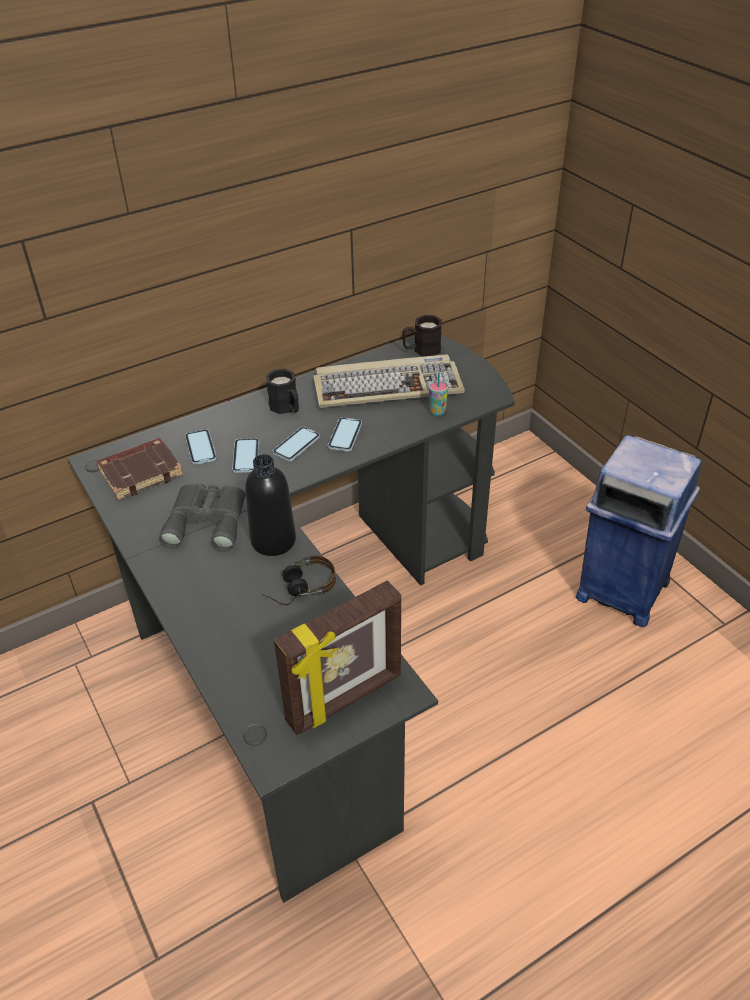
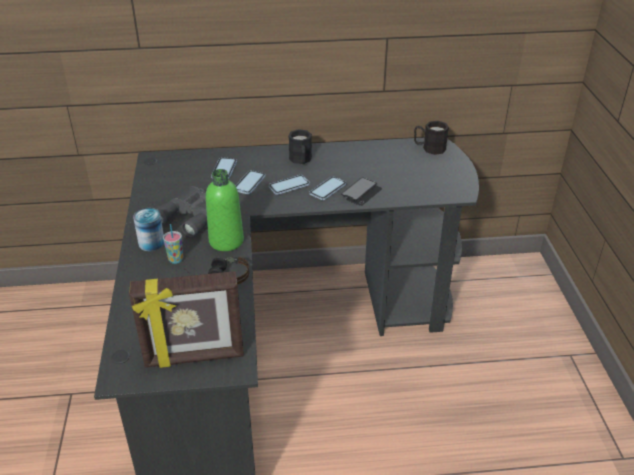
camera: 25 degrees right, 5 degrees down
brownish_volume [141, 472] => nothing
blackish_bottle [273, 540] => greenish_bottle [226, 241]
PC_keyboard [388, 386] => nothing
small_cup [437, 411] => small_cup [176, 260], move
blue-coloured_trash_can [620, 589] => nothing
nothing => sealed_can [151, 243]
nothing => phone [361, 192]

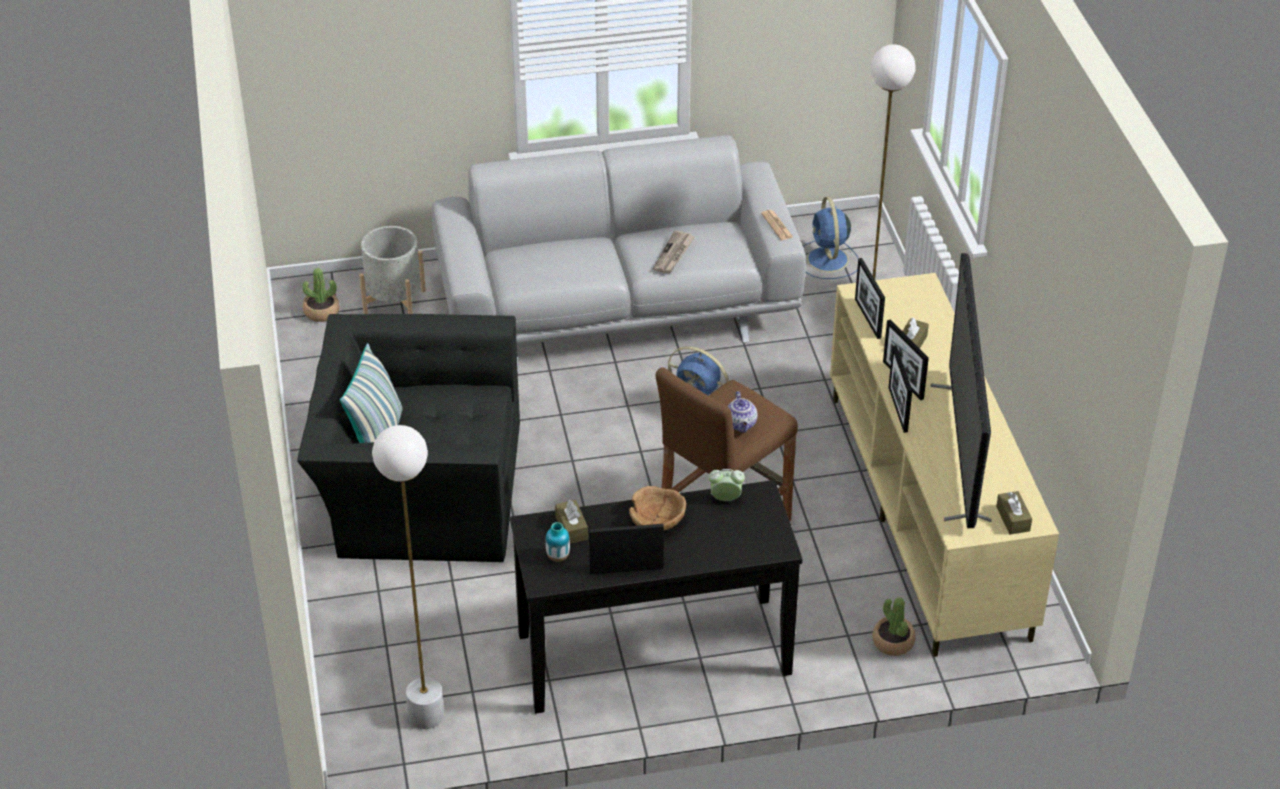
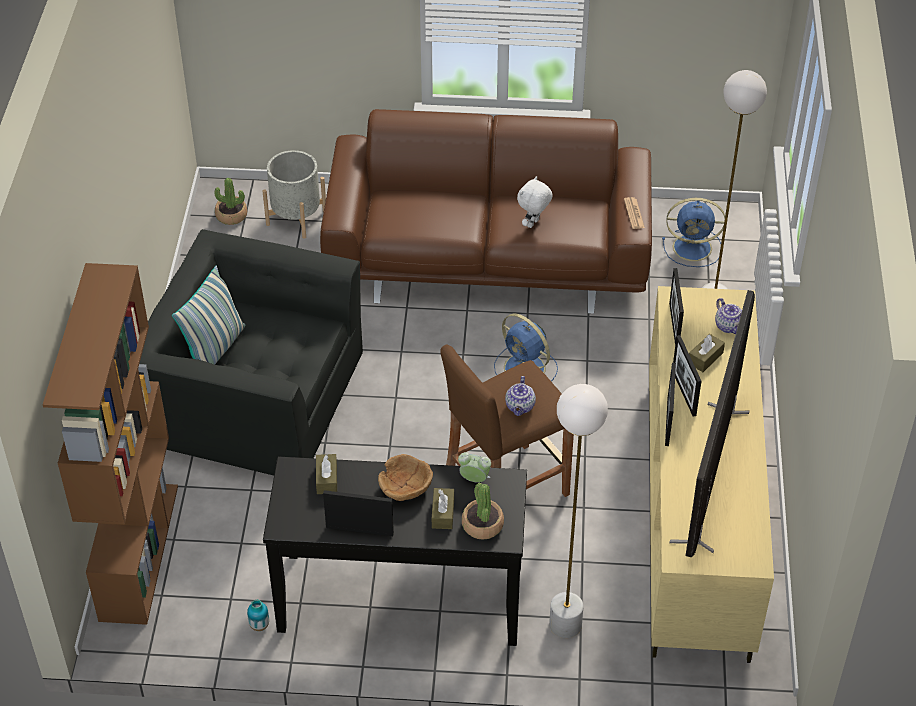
camera: 15 degrees right, 5 degrees up
white_standing_lamp [426, 715] => white_standing_lamp [565, 625], move
gray_settee [618, 305] => brownish_settee [489, 256]
flower_vase [558, 557] => flower_vase [259, 625], move
printed_paper [674, 254] => white_plush_toy [533, 224]
blue-coloured_cooling_fan [828, 260] => blue-coloured_cooling_fan [694, 248], 90 degrees counterclockwise
houseplant [893, 642] => houseplant [482, 525], move
brownish_tissue_box [1013, 519] => brownish_tissue_box [443, 513], move
nothing => brownish_bookcase [138, 551]
nothing => teapot [729, 327]

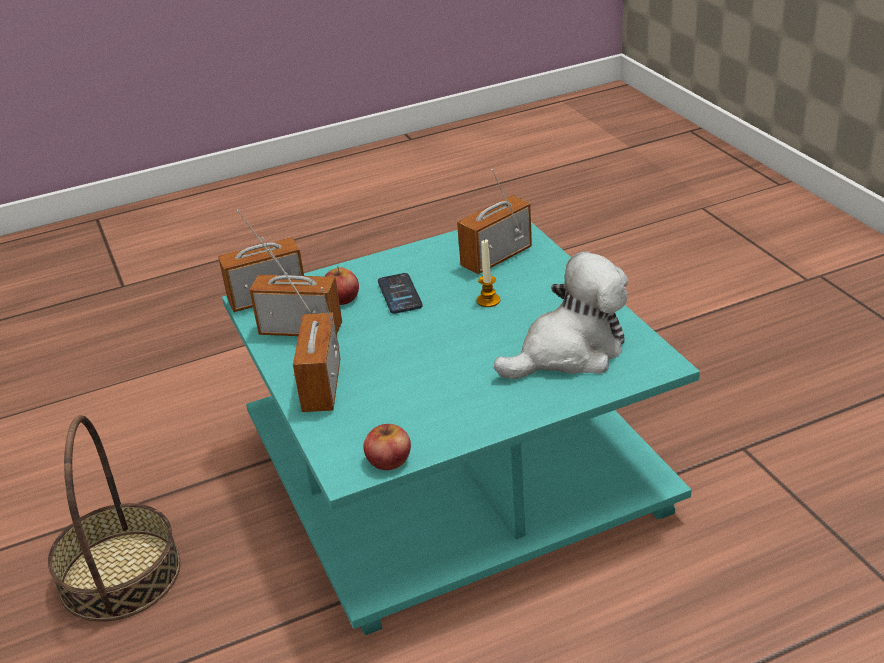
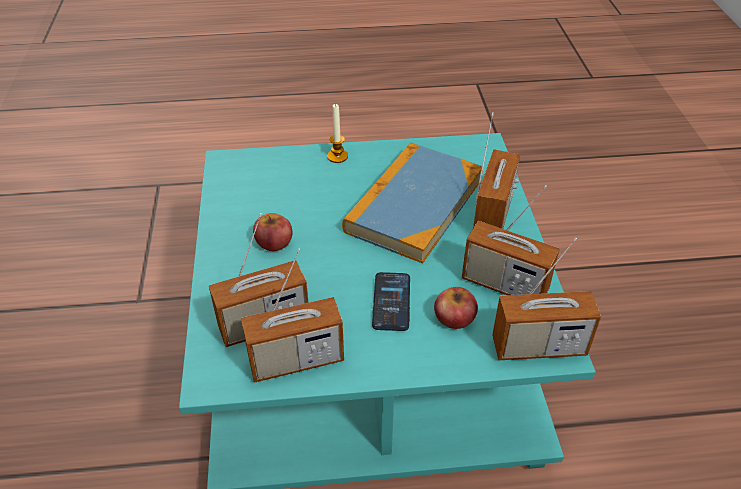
camera: 165 degrees left, 10 degrees up
household_basket [120, 575] => nothing
apple_fruit [389, 459] => apple_fruit [274, 242], move
candle [488, 300] => candle [337, 156], move
plush_toy [570, 352] => nothing
nothing => radio_receiver [296, 360]
nothing => volume [414, 205]

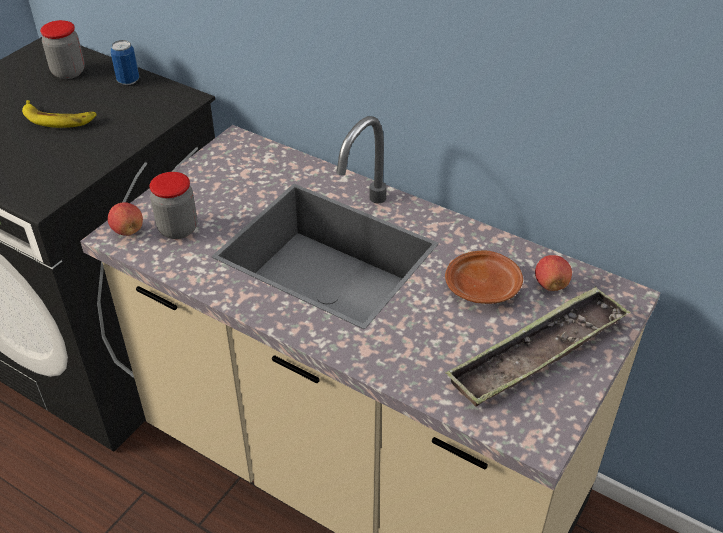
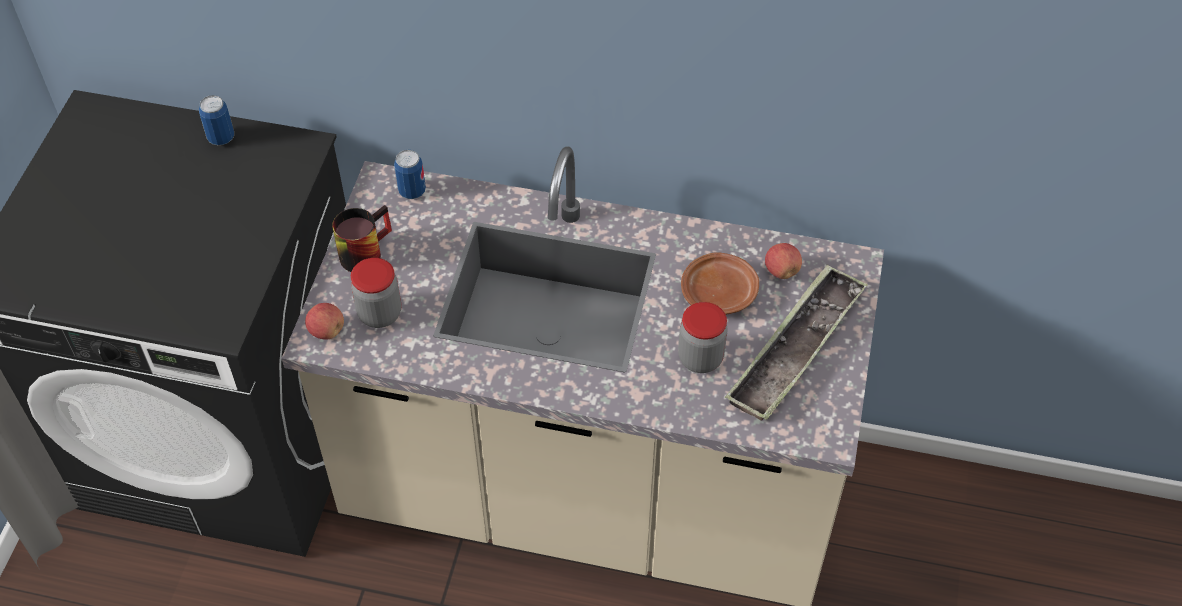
camera: 20 degrees left, 10 degrees up
whole_banana [58, 119] => nothing
preserve_jar [68, 72] => preserve_jar [700, 358], move
nothing => coffee_mug [363, 250]
nothing => sealed_can [412, 191]

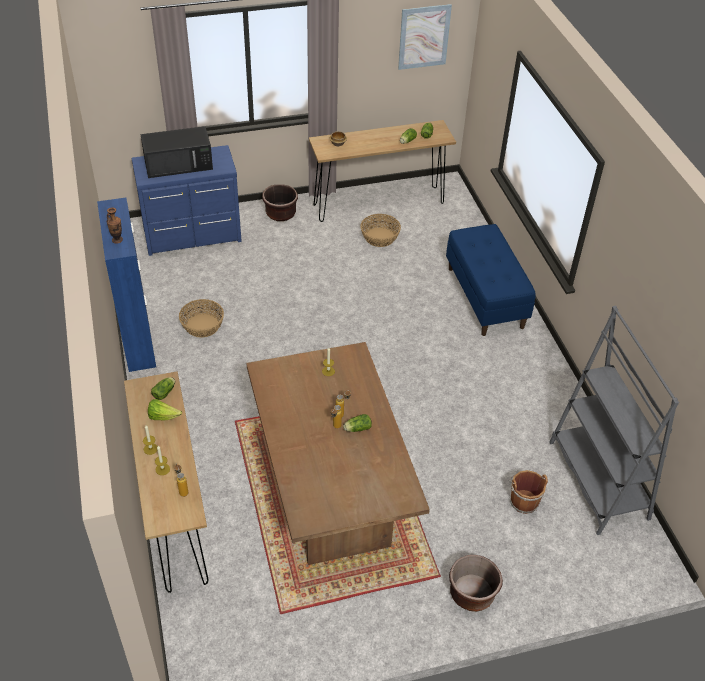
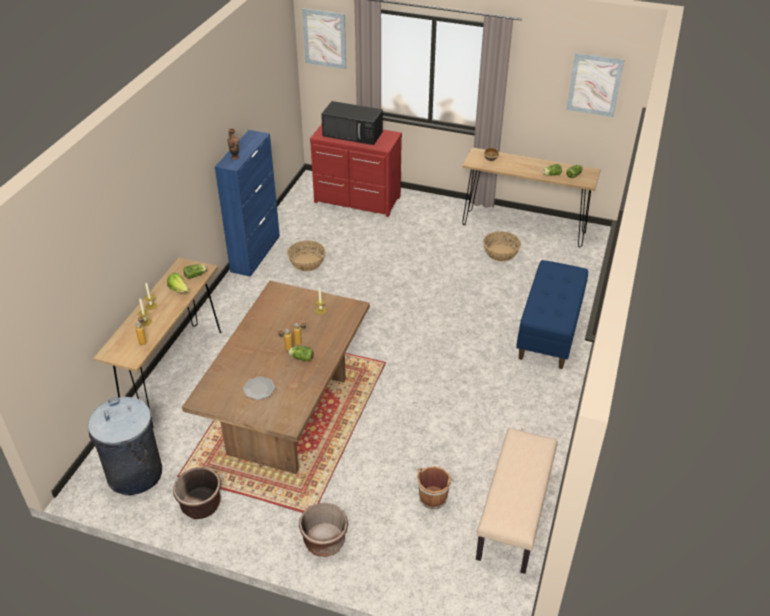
camera: 35 degrees right, 5 degrees down
blue-coloured_dresser [193, 236] => red-coloured_dresser [357, 200]
brownish_planter [280, 214] => brownish_planter [201, 505], move
gray_bookcase [598, 480] => beige_long_seat [514, 515]
nothing => gray_trash_can [134, 474]
nothing => plate [259, 389]
nothing => wall_picture [324, 38]

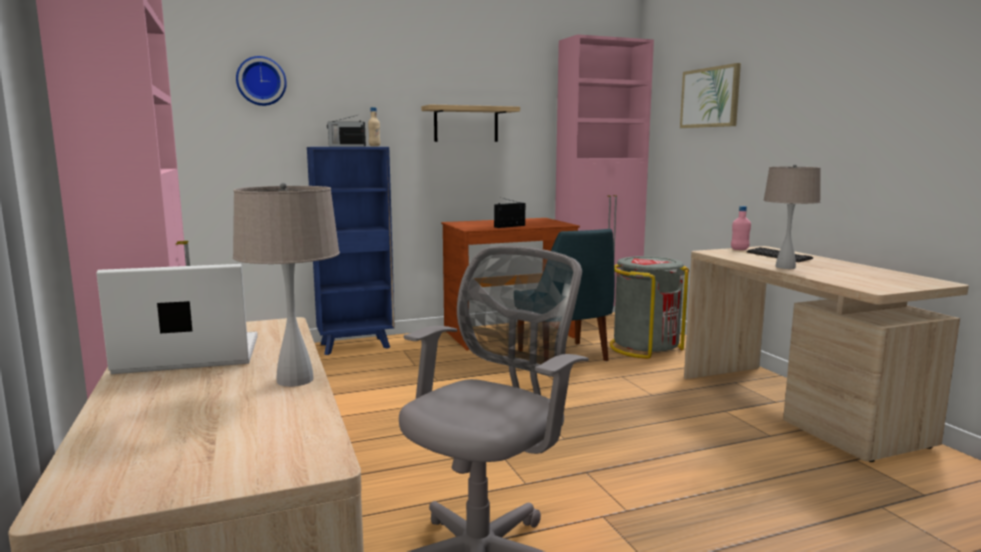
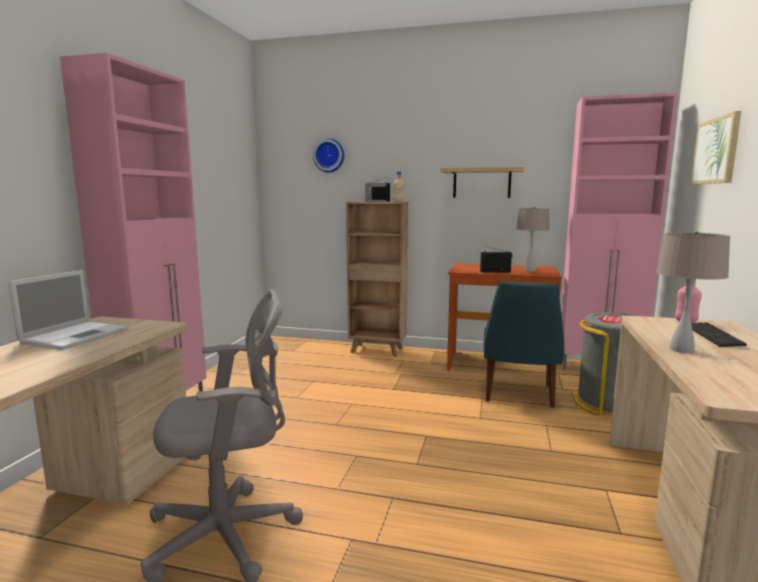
camera: 35 degrees right, 0 degrees up
laptop [186, 355] => laptop [77, 335], 90 degrees clockwise
beige_tabletop_lamp [295, 380] => beige_tabletop_lamp [530, 270], move
blue-coloured_bookcase [356, 346] => brownish_bookcase [377, 350]

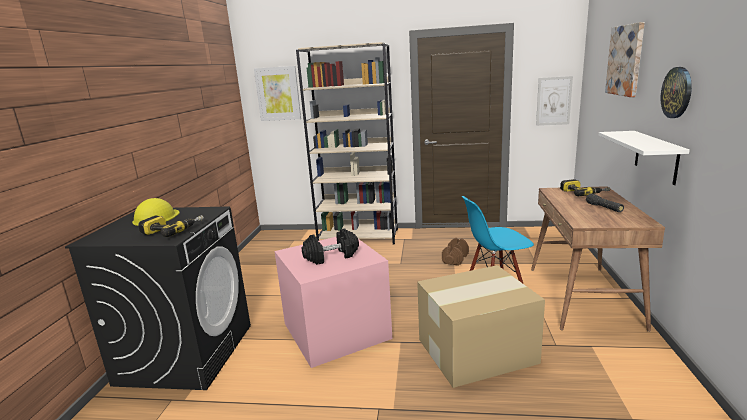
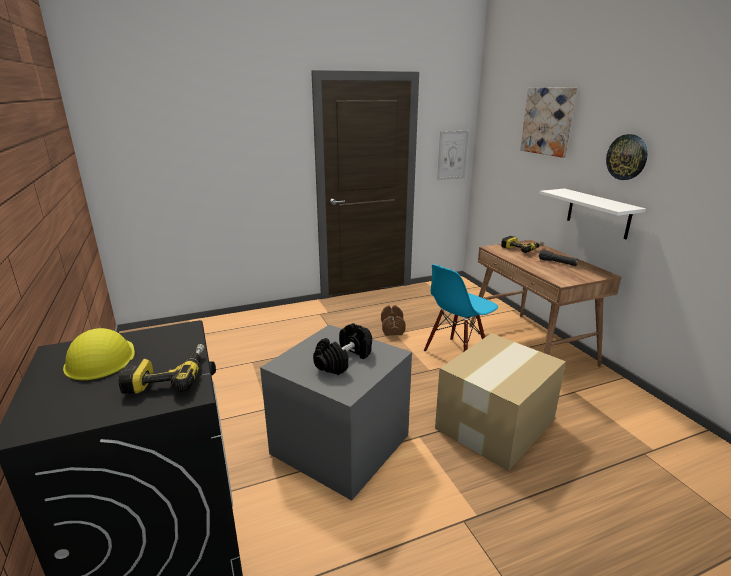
camera: 30 degrees left, 5 degrees up
wall_picture [278, 93] => nothing
pink-coloured_storage_box [337, 329] => gray_storage_box [340, 442]
beige_bookcase [359, 237] => nothing

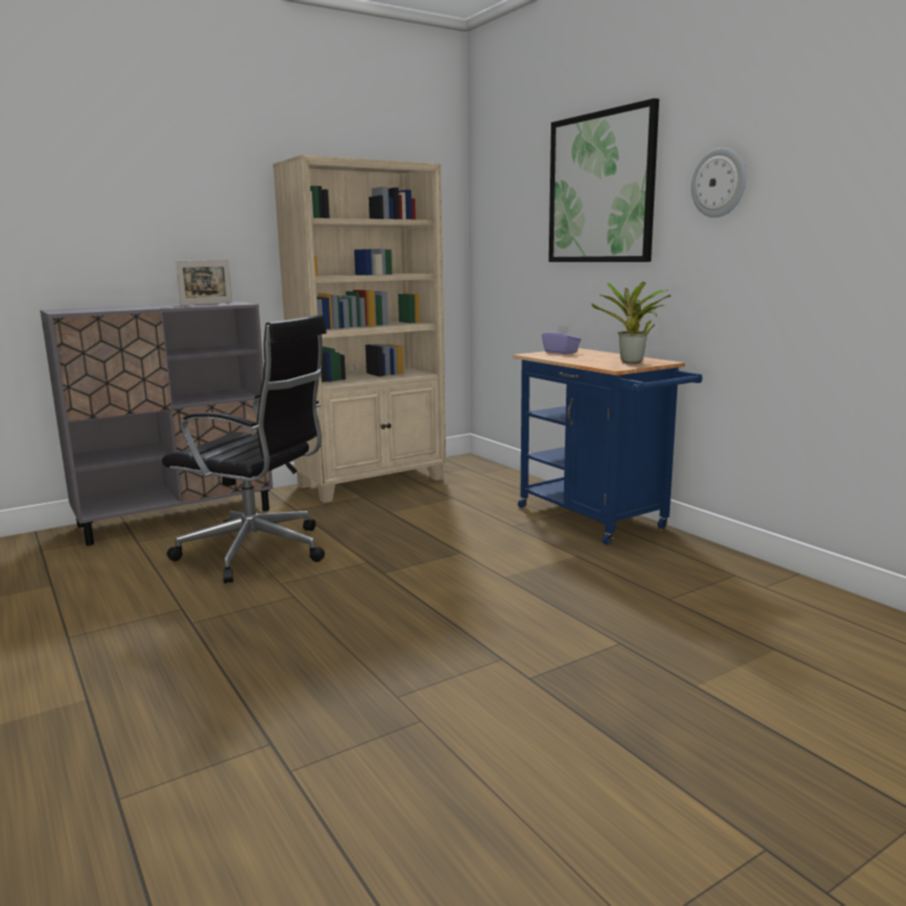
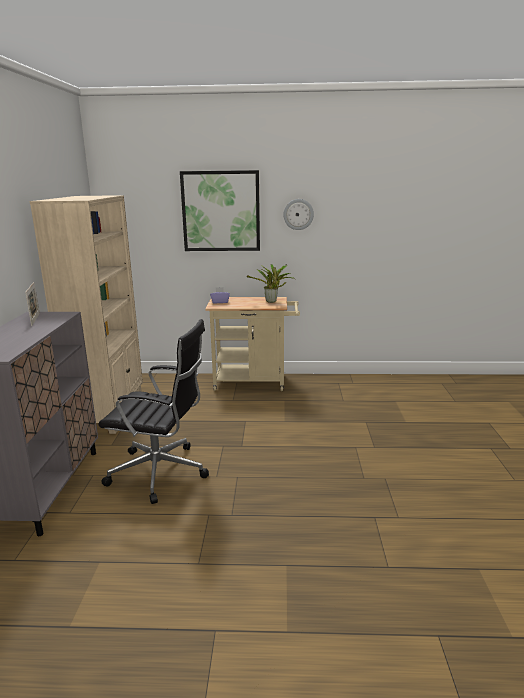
camera: 55 degrees left, 5 degrees up
blackish_office_chair [258, 552] => blackish_office_chair [161, 472], 45 degrees clockwise
blue-coloured_trolley [597, 520] => beige_trolley [255, 382]

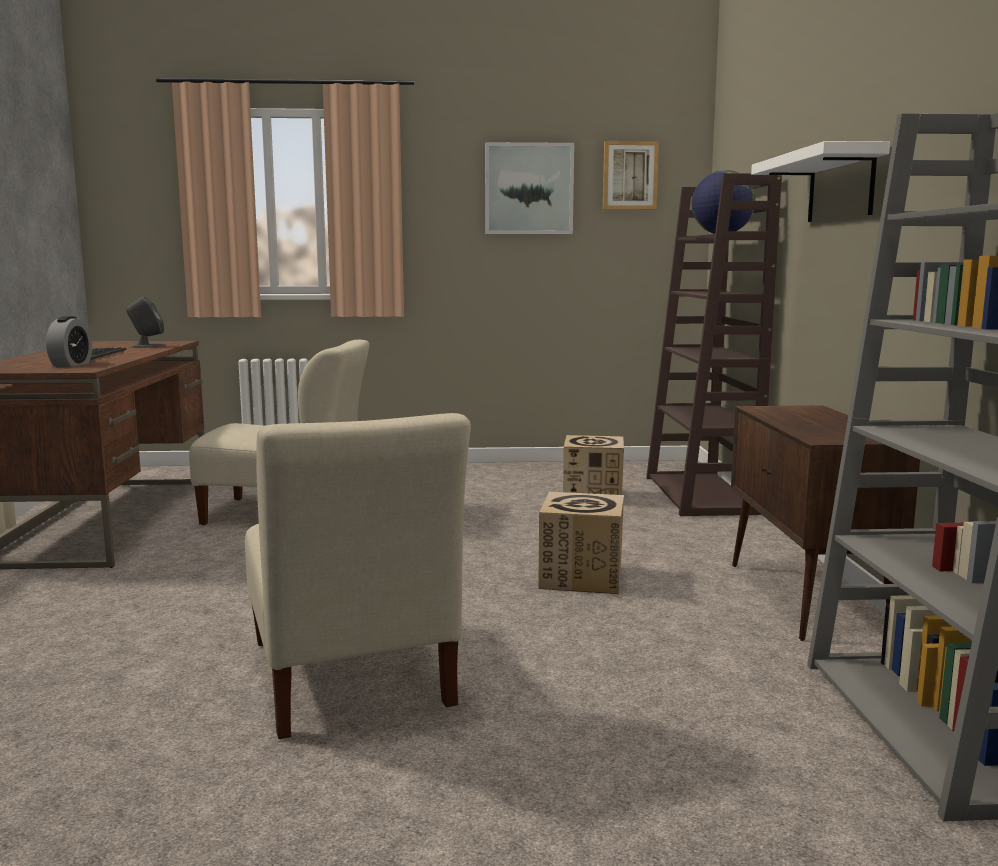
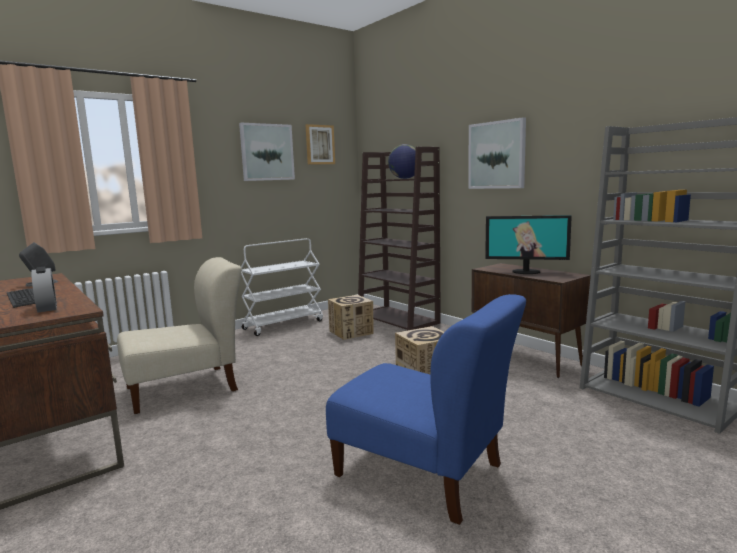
camera: 35 degrees left, 0 degrees up
beige_upright_chair [349, 678] => blue-coloured_upright_chair [424, 474]
white_shelf [840, 186] => wall_picture [497, 155]
nothing => white_trolley [283, 324]
nothing => monitor [526, 271]

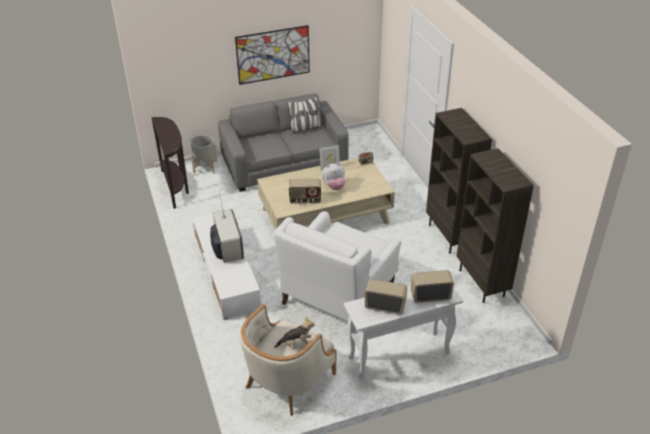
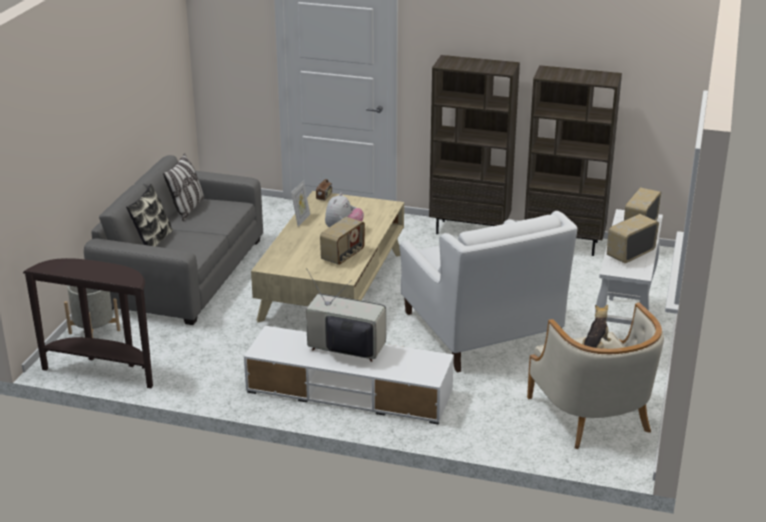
camera: 55 degrees left, 10 degrees down
wall_picture [273, 55] => nothing
nothing => pillow [152, 242]

